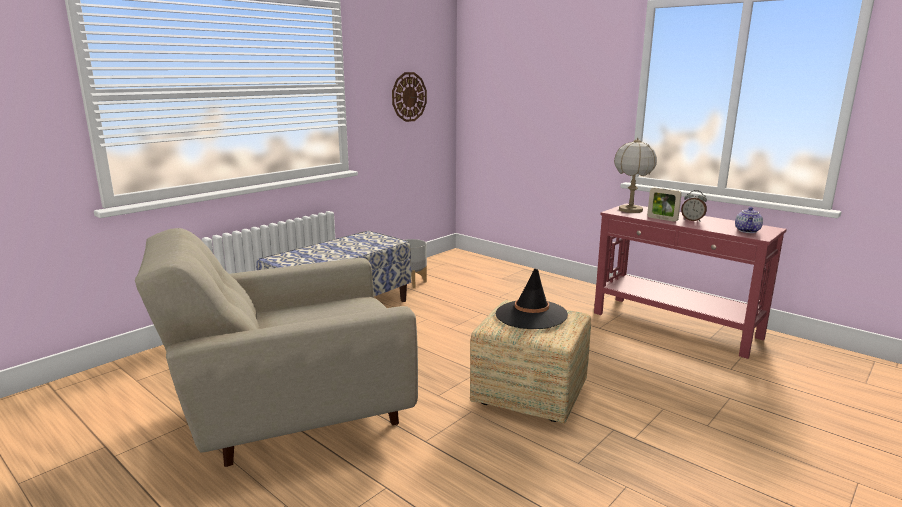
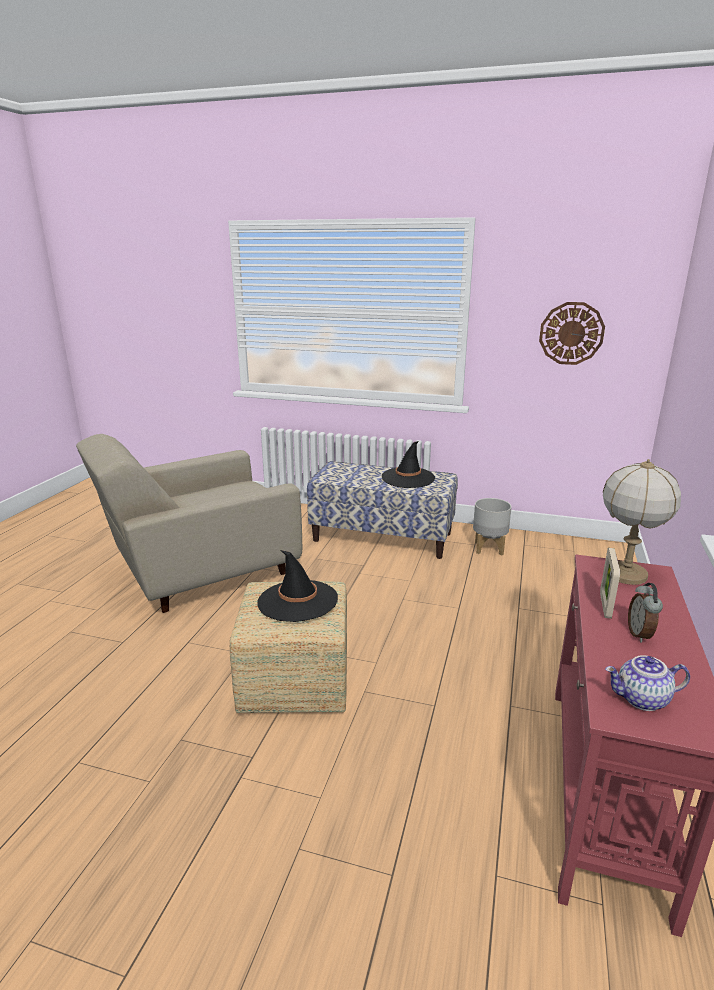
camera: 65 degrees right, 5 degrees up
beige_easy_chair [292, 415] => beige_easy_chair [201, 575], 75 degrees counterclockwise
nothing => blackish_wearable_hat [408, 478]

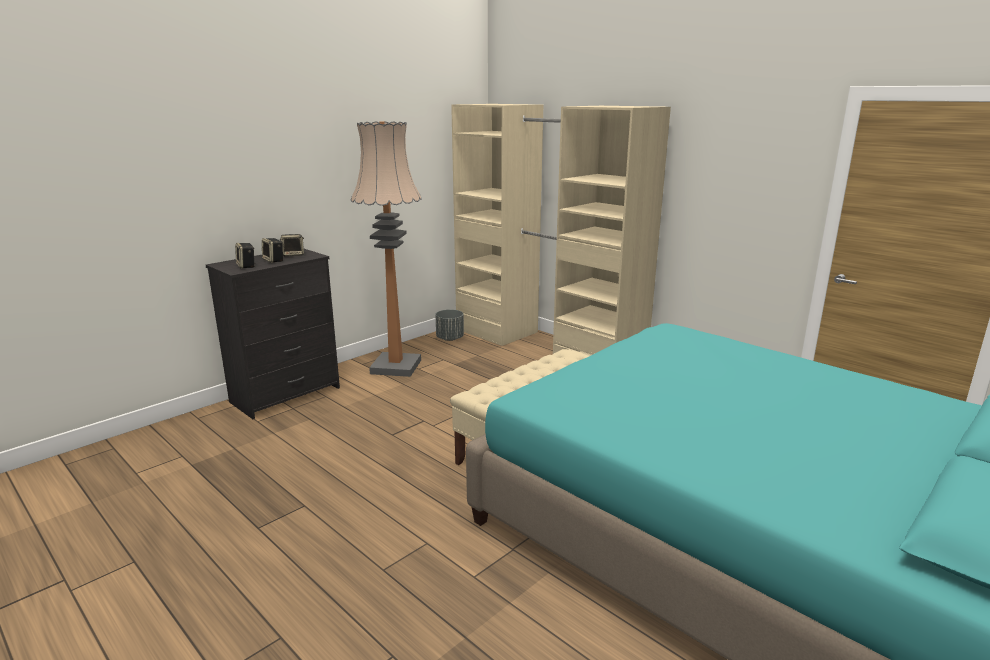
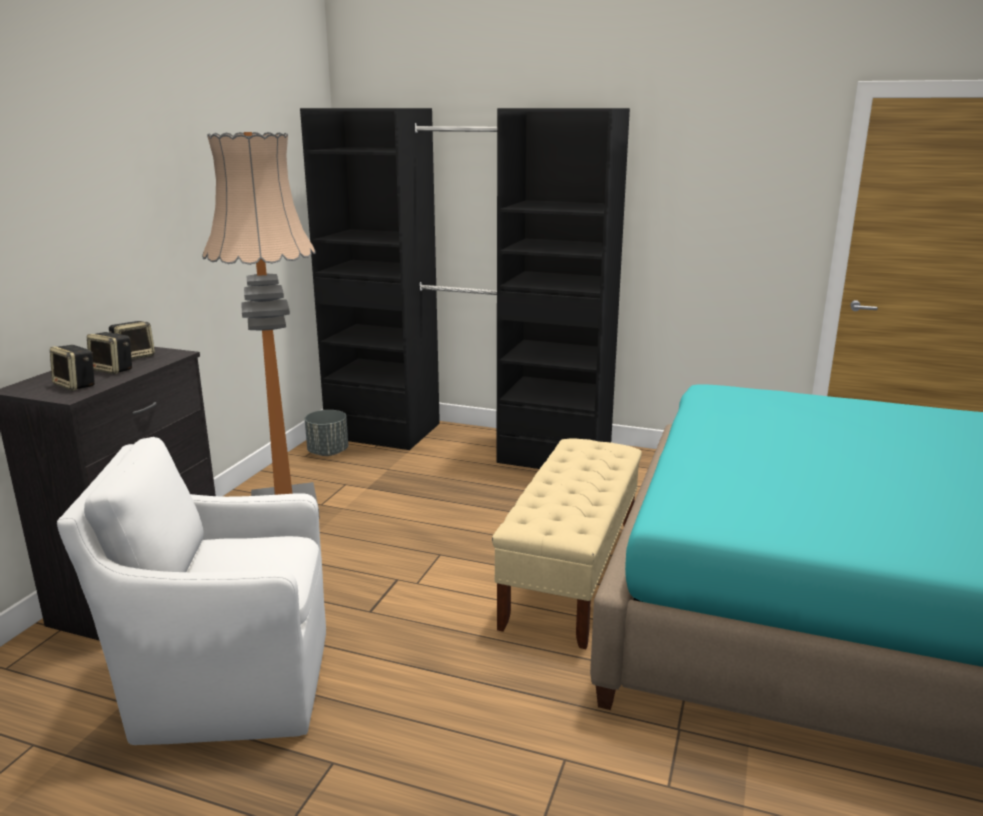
camera: 25 degrees left, 0 degrees up
beige_wardrobe [545, 347] => blackish_wardrobe [467, 442]
nothing => white_easy_chair [228, 685]

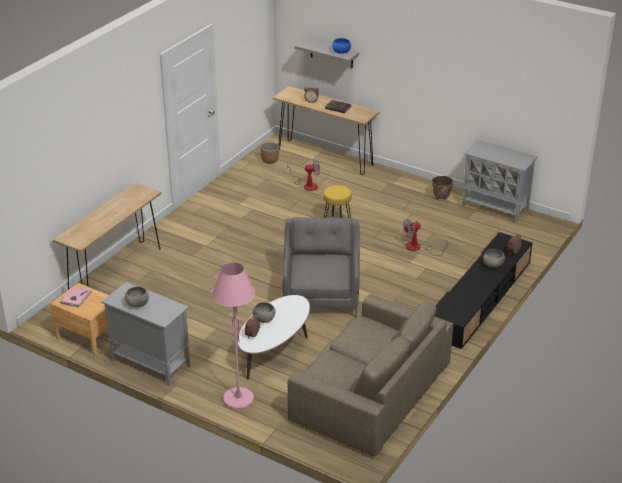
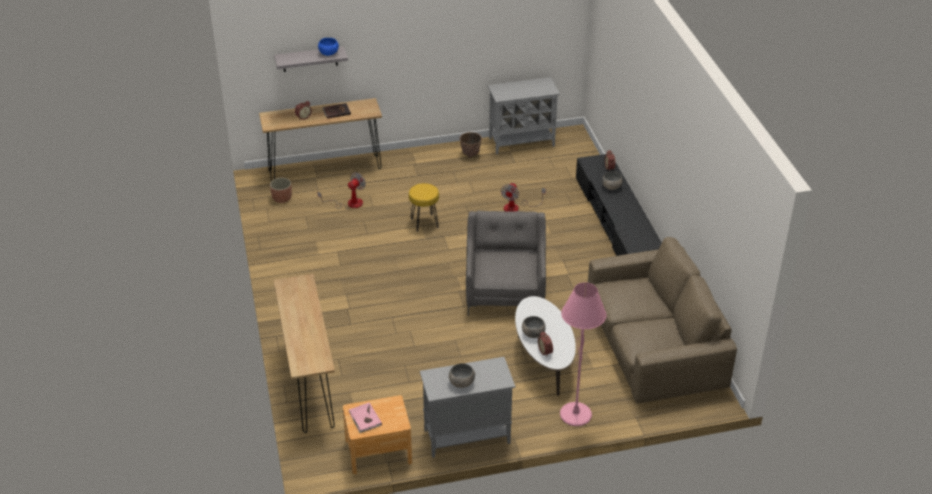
camera: 45 degrees left, 5 degrees up
gray_easy_chair [321, 294] => gray_easy_chair [505, 290], 45 degrees clockwise

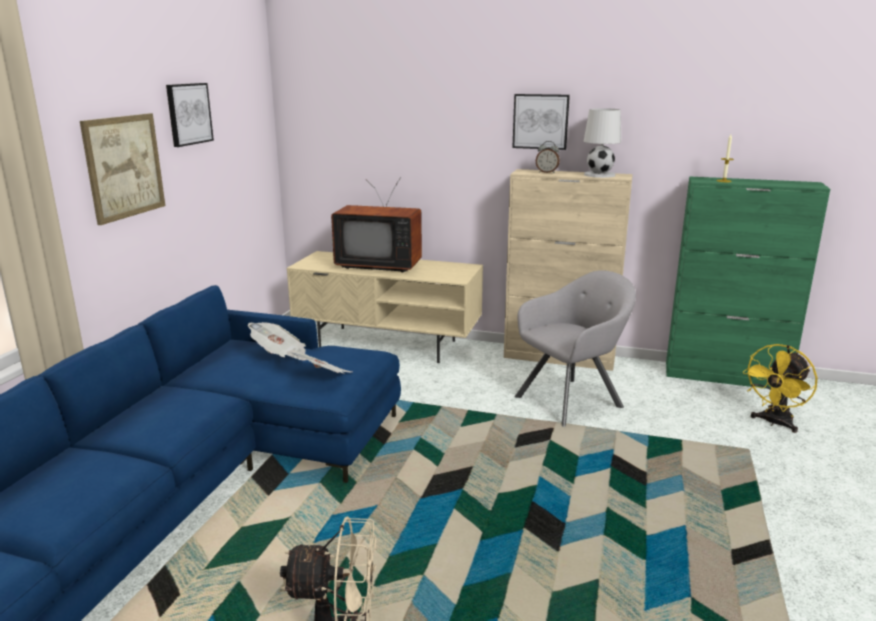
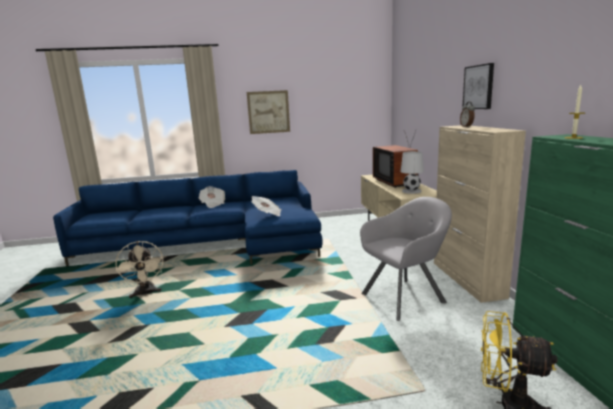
camera: 65 degrees right, 5 degrees down
wall_picture [188, 114] => nothing
printed_paper [280, 355] => printed_paper [213, 204], move
gray_easy_chair [572, 400] => gray_easy_chair [405, 297], 60 degrees counterclockwise
white_tabletop_lamp [600, 175] => white_tabletop_lamp [411, 191], move

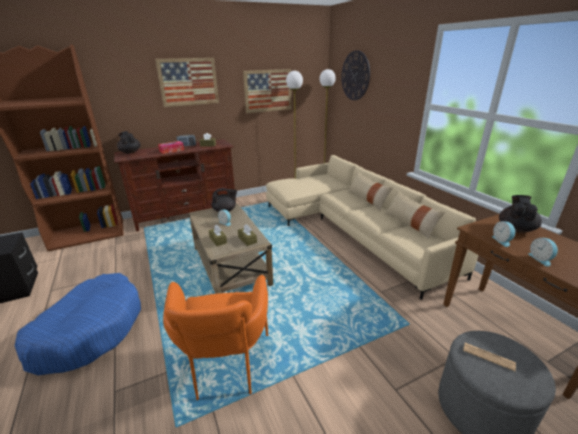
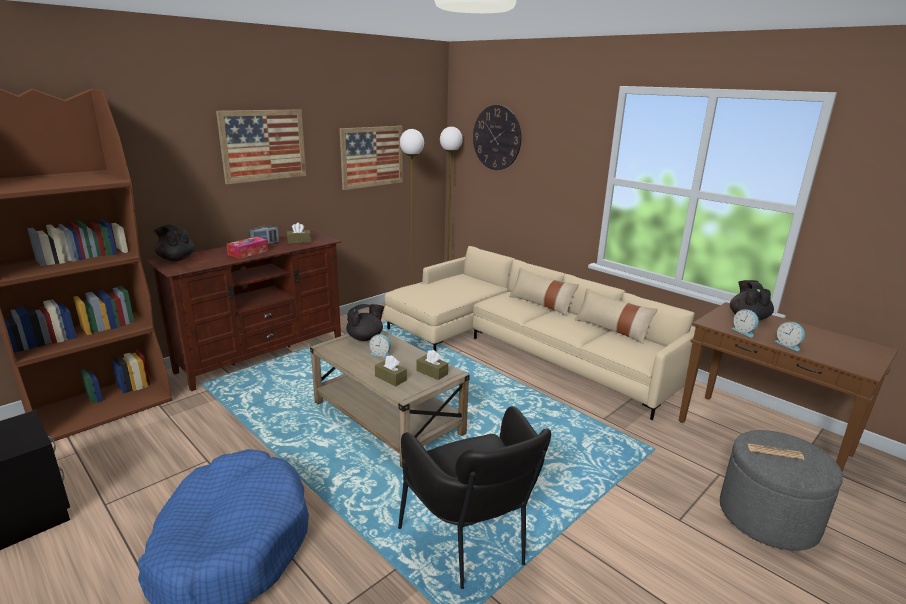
camera: 20 degrees left, 5 degrees down
orange_easy_chair [226, 369] => blackish_easy_chair [473, 545]

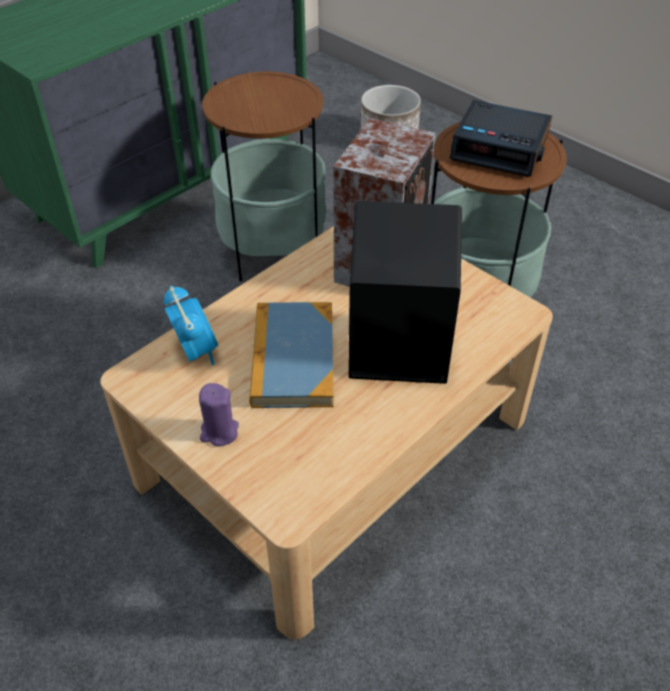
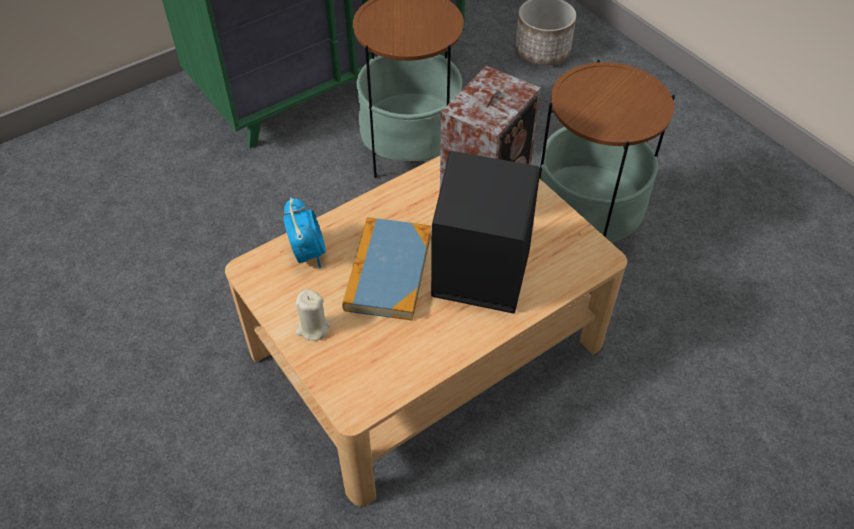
camera: 10 degrees right, 5 degrees up
purple_candle [219, 432] => beige_candle [313, 328]
alarm_clock [500, 148] => nothing

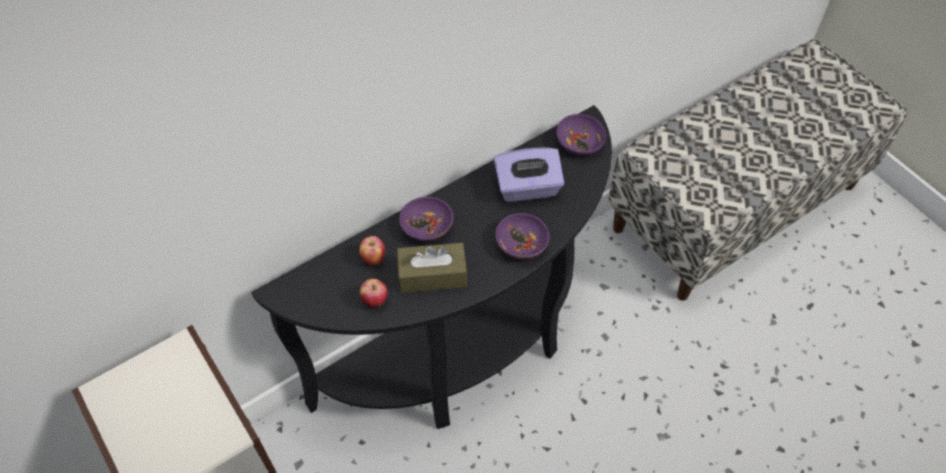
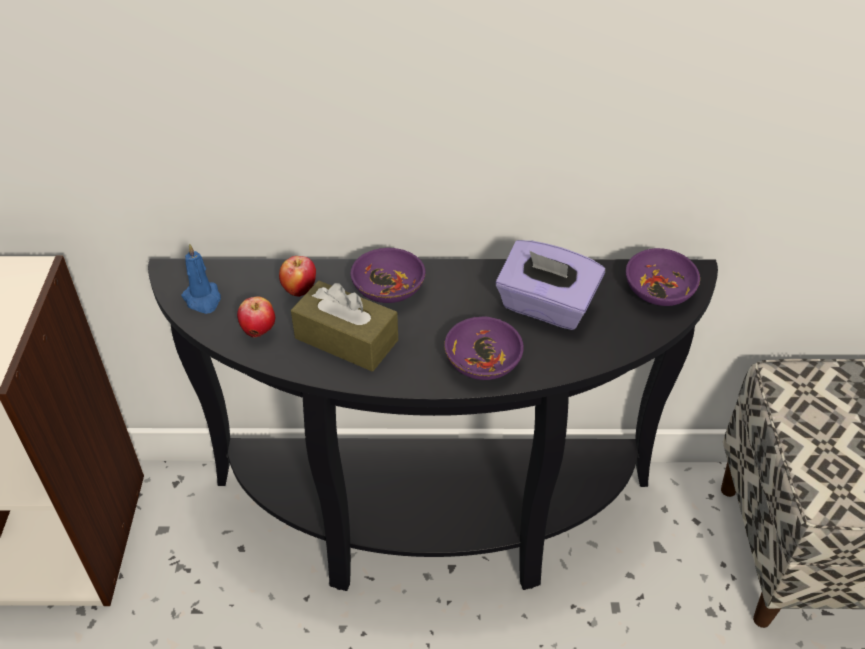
camera: 35 degrees right, 10 degrees down
nothing => blue-coloured_candle [203, 299]

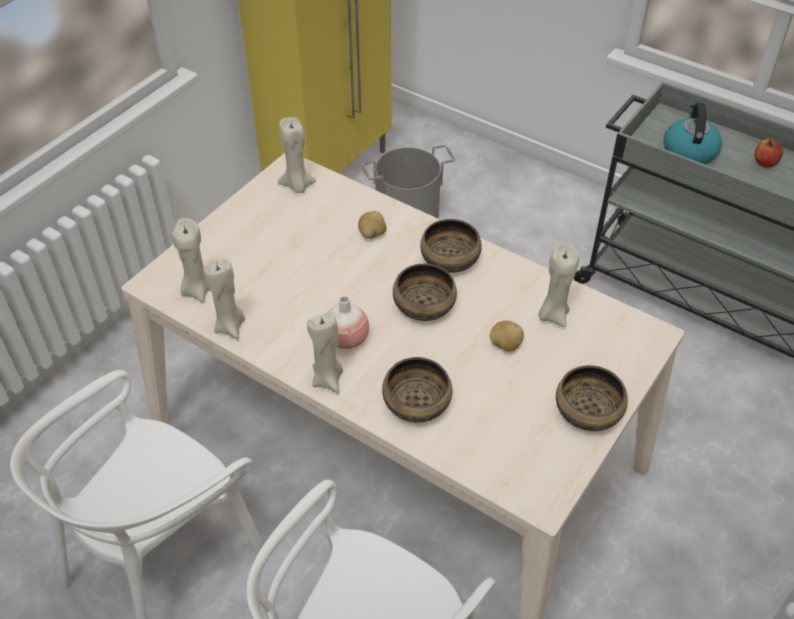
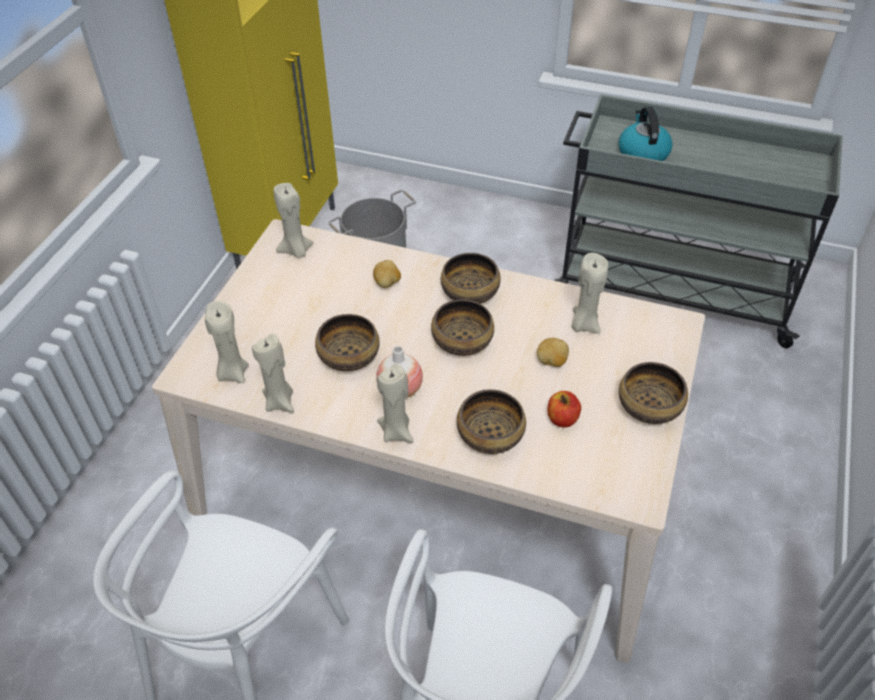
camera: 15 degrees left, 0 degrees up
apple_fruit [765, 163] => apple_fruit [562, 418], move
nothing => bowl [348, 355]

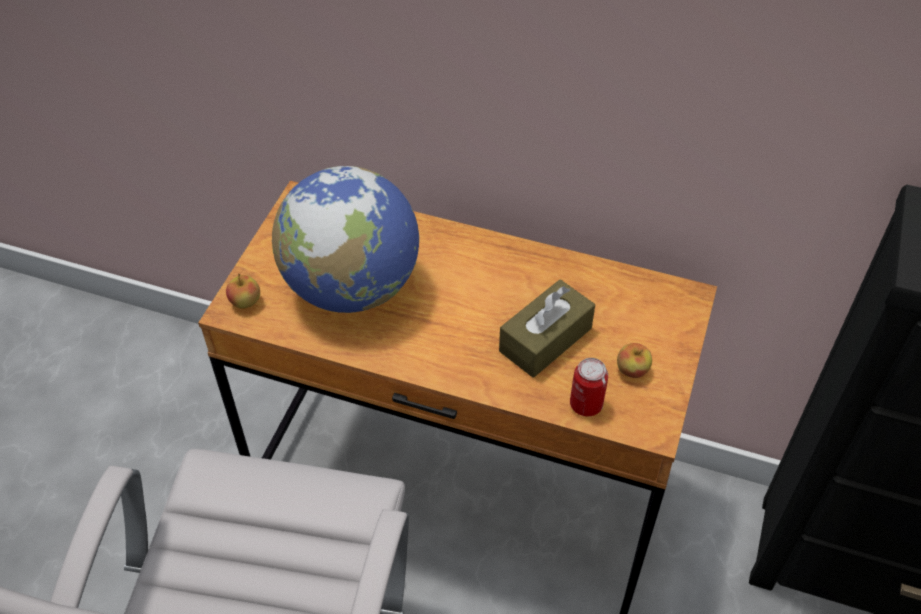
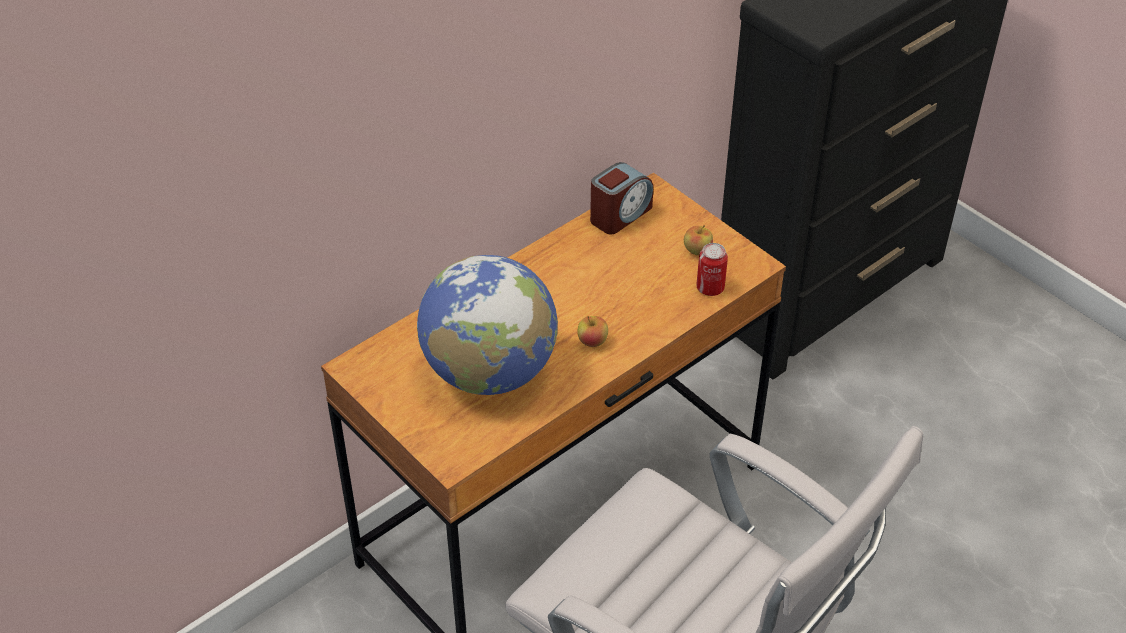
camera: 60 degrees left, 5 degrees down
apple_fruit [245, 302] => apple_fruit [592, 342], move
brownish_tissue_box [545, 339] => nothing
nothing => alarm_clock [620, 215]

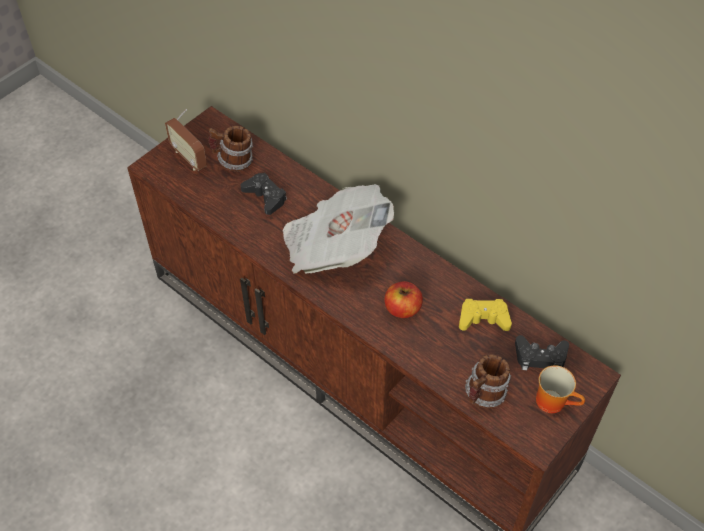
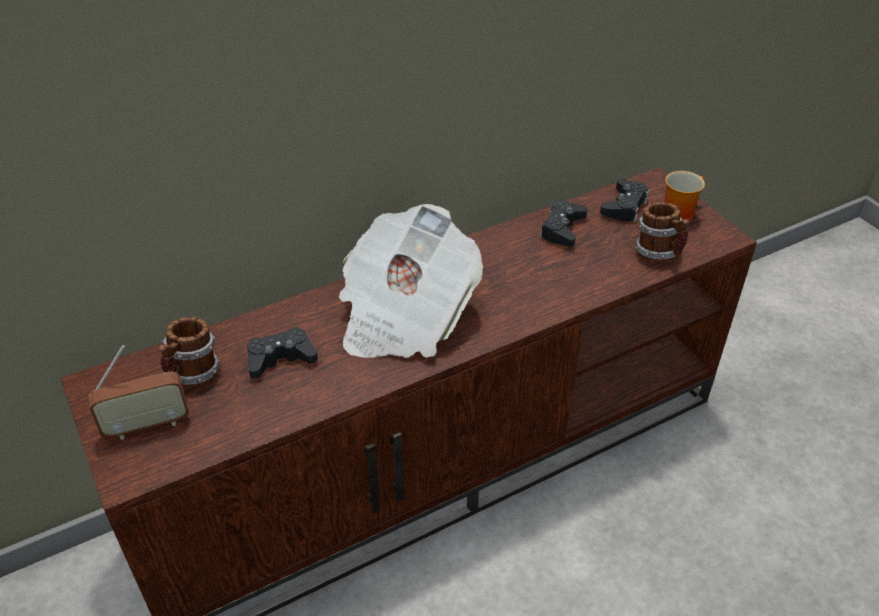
camera: 70 degrees left, 10 degrees down
apple_fruit [402, 309] => nothing
yellowish_joypad [483, 319] => blackish_joypad [562, 229]

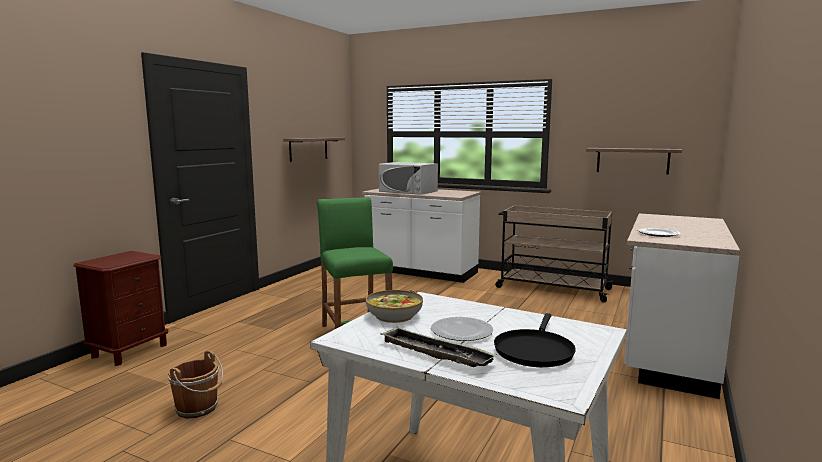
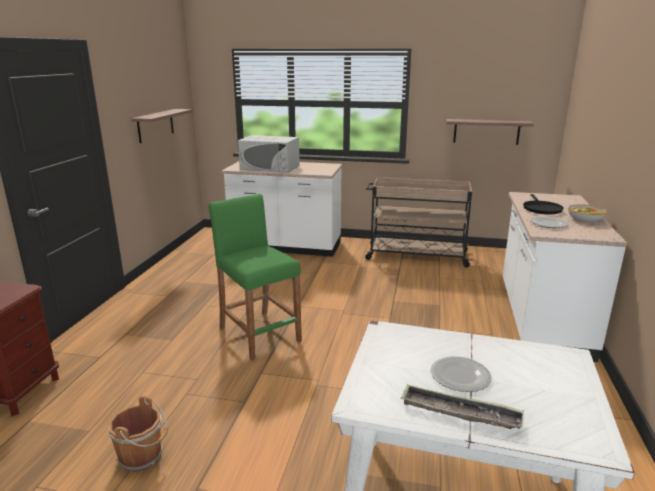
camera: 15 degrees left, 10 degrees up
bowl [394, 316] => bowl [585, 219], move
blackish_skillet [534, 350] => blackish_skillet [541, 209], move

